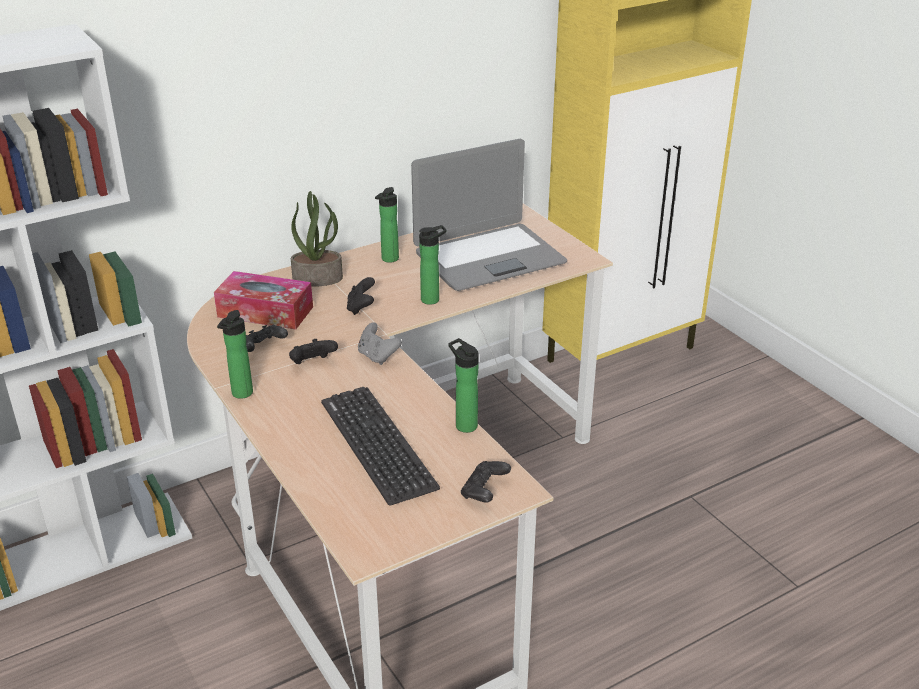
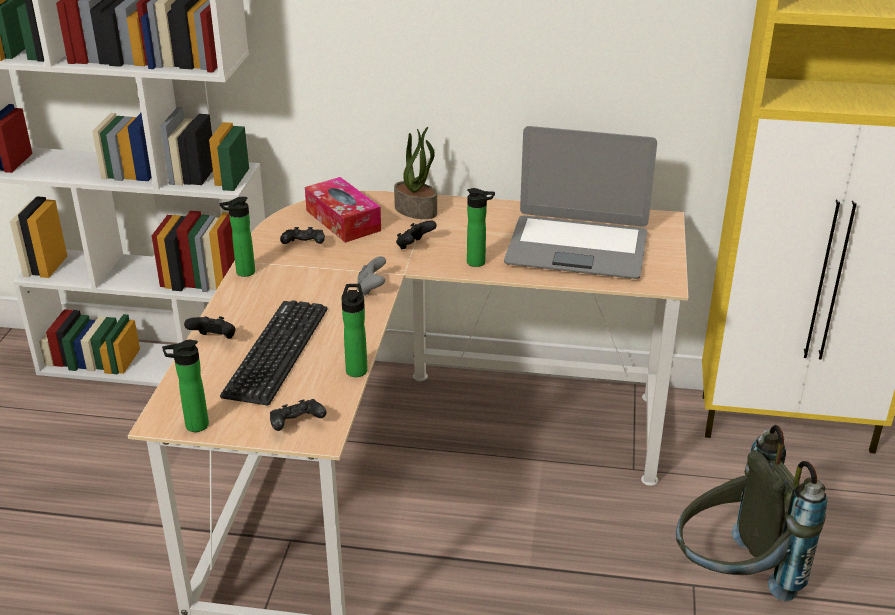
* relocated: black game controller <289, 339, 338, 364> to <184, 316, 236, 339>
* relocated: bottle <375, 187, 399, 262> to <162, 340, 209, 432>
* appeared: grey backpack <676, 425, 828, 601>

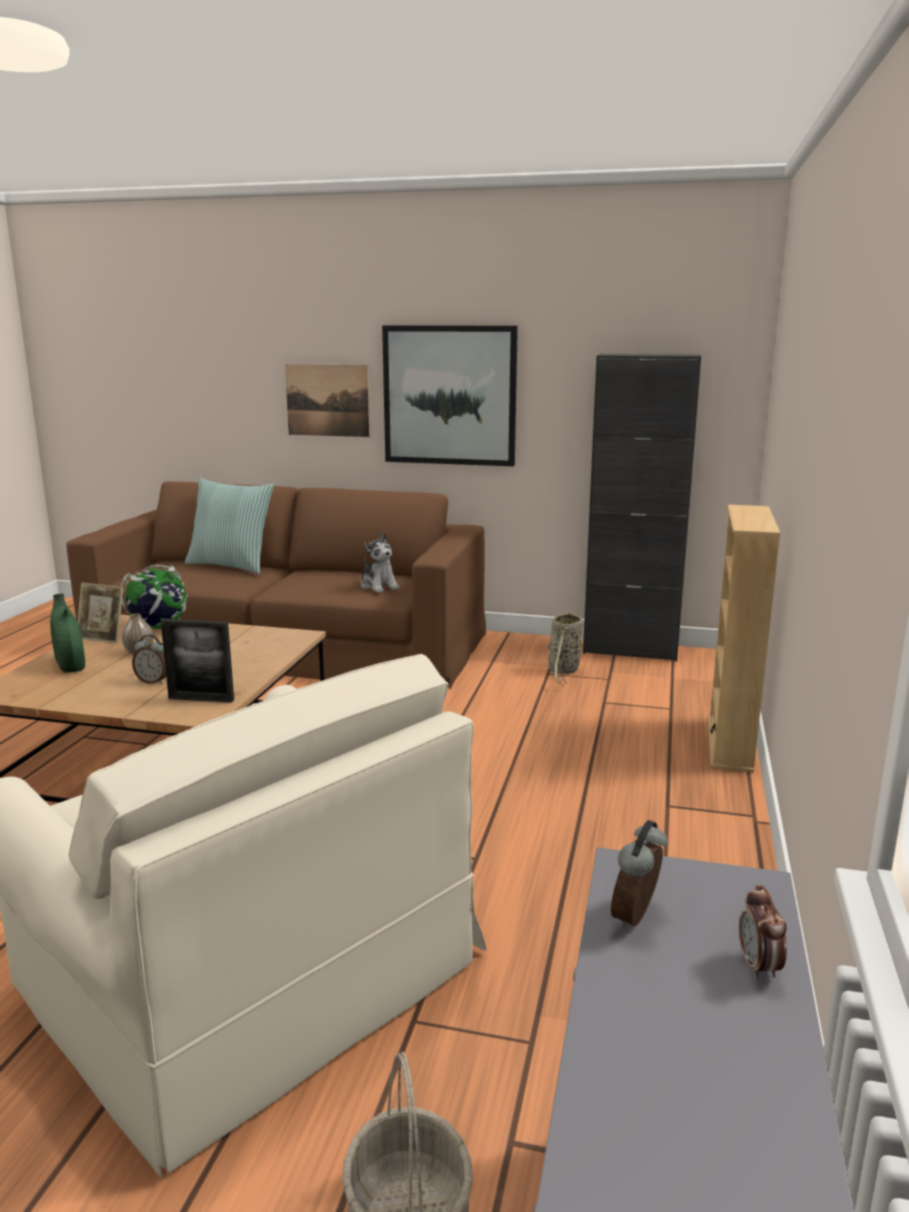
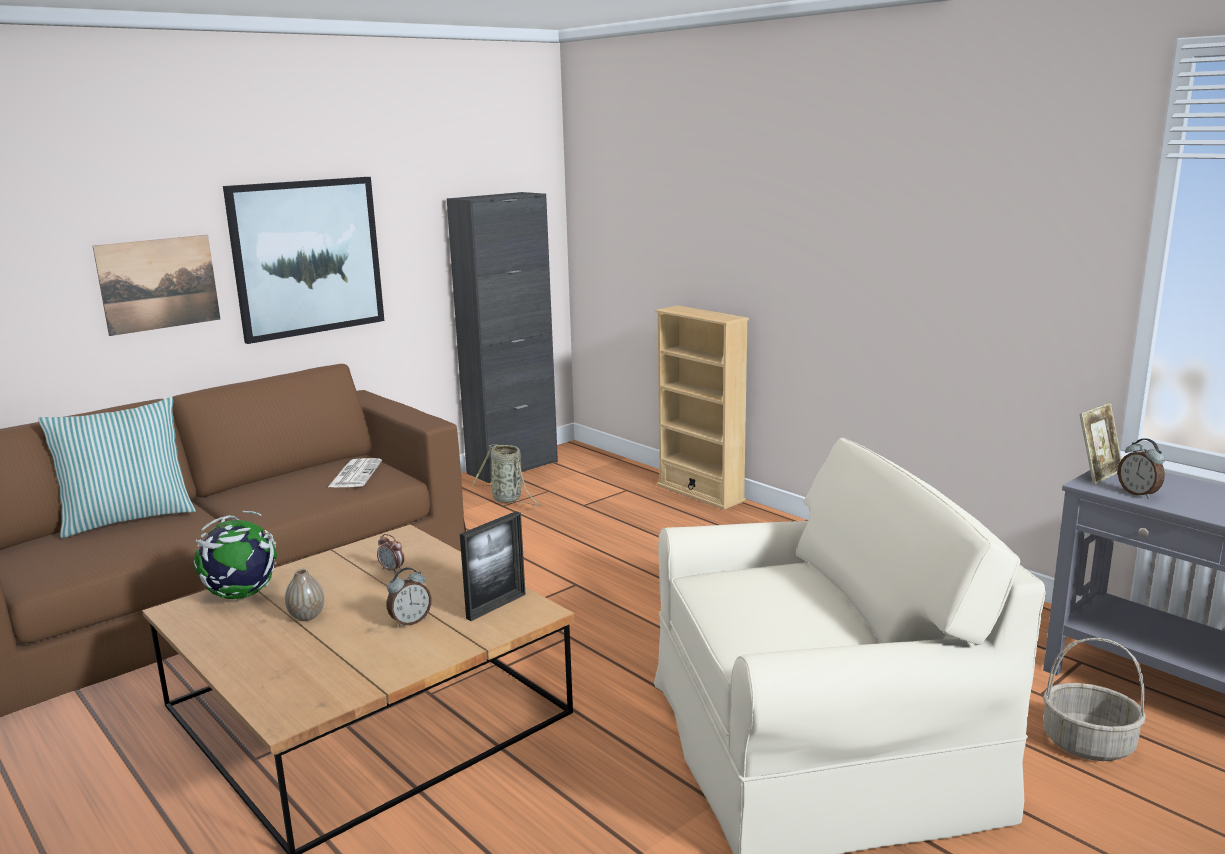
* missing: green vase <50, 594, 85, 673>
* relocated: picture frame <78, 583, 123, 643> to <1080, 402, 1122, 485>
* exchanged: plush toy <361, 532, 399, 593> to newspaper <327, 458, 382, 488>
* relocated: alarm clock <739, 885, 787, 981> to <377, 534, 404, 574>

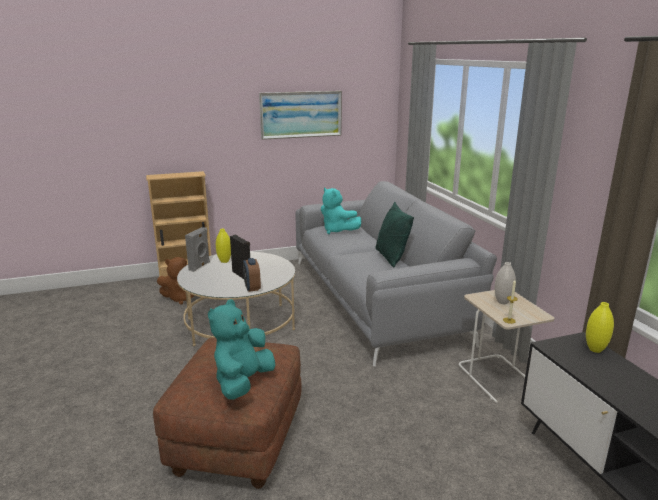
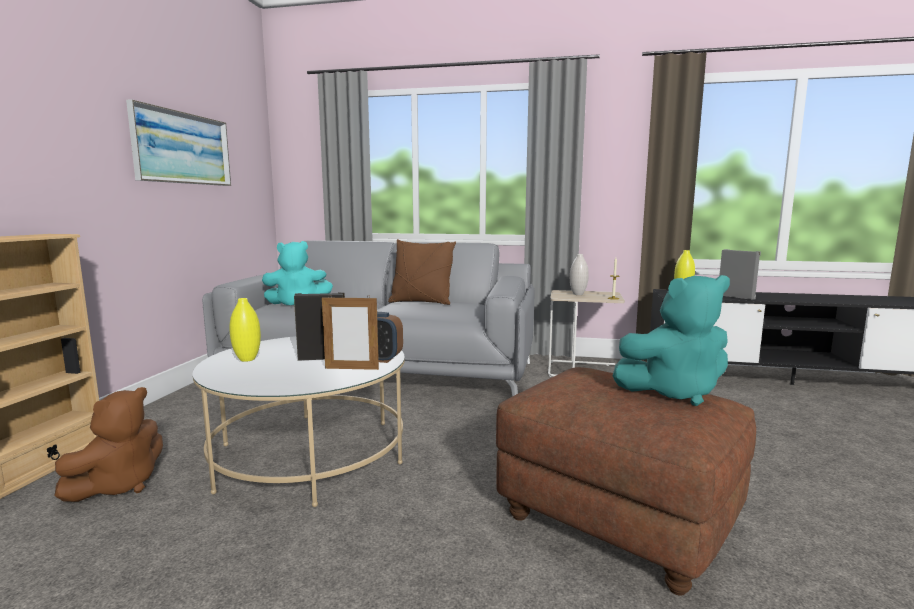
* relocated: grey speaker <185, 227, 210, 272> to <719, 249, 761, 300>
* spun: turquoise plush toy <208, 299, 275, 400> = <612, 275, 730, 406> 60 degrees counterclockwise
* colour: green pillow <375, 202, 414, 268> to brown pillow <388, 239, 456, 305>
* appeared: picture frame <322, 295, 379, 370>

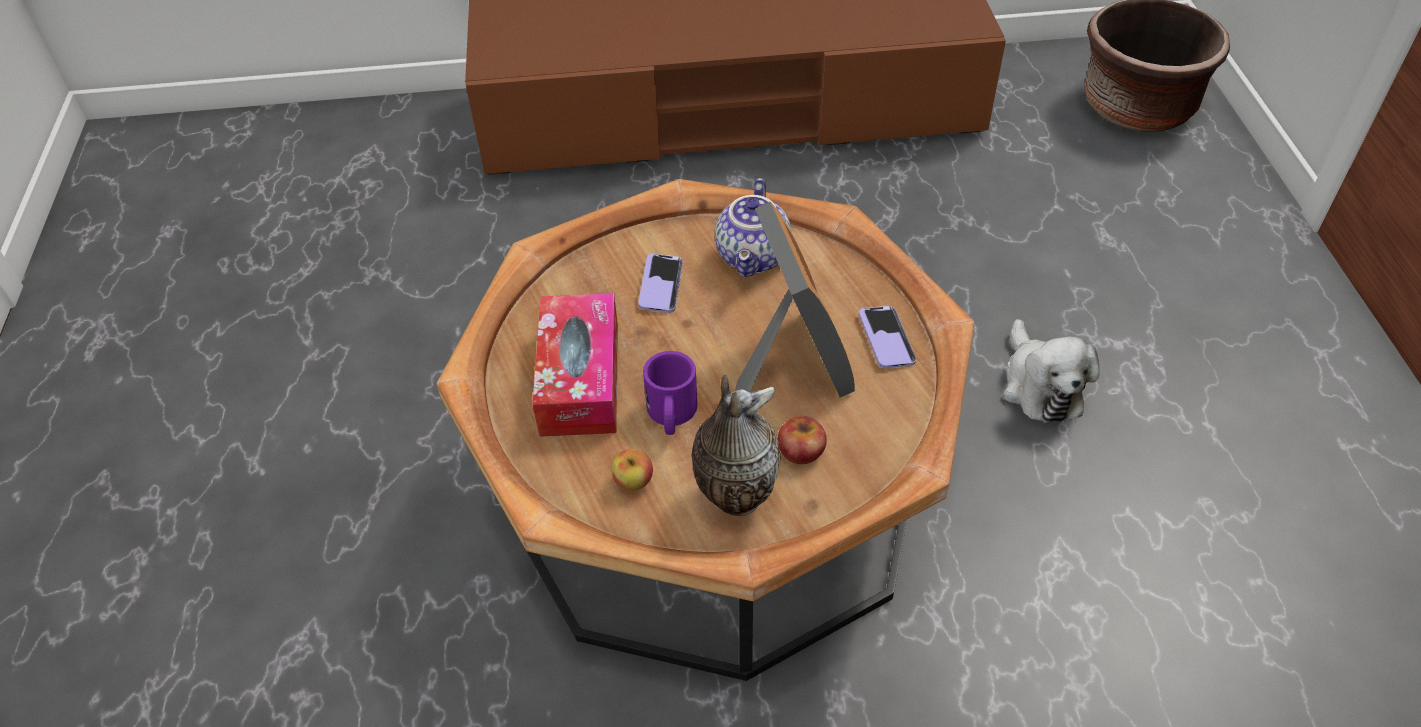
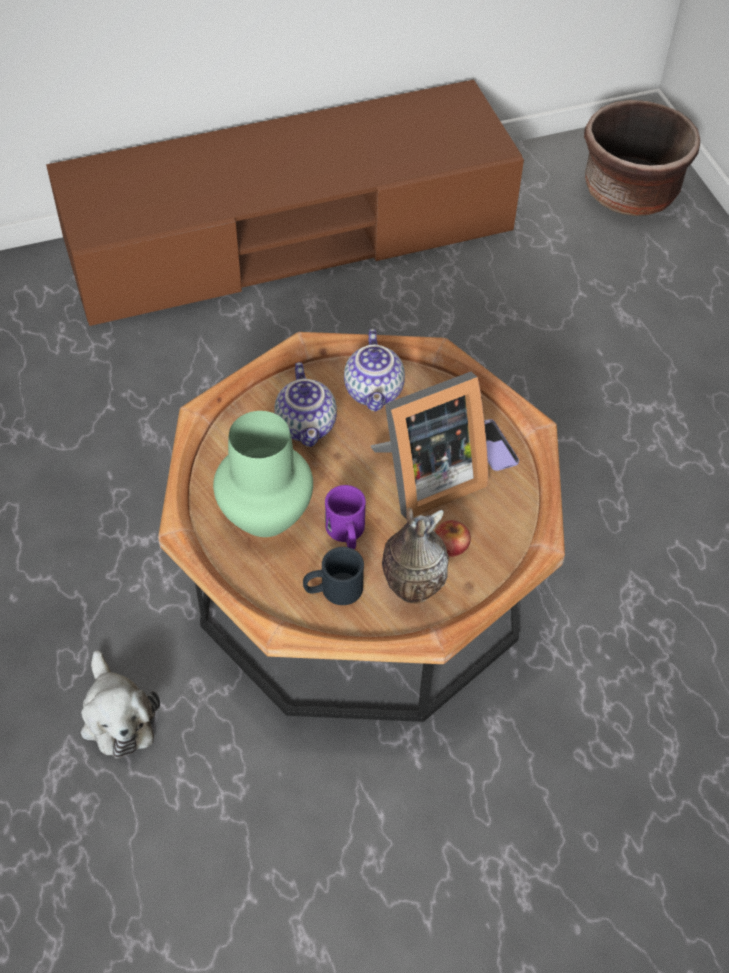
* exchanged: tissue box <532, 293, 618, 437> to green vase <213, 411, 313, 537>
* exchanged: apple <612, 449, 653, 491> to black mug <303, 547, 364, 605>
* exchanged: phone <638, 254, 683, 313> to teapot <274, 362, 337, 447>
* spun: picture frame <735, 202, 855, 397> = <370, 372, 488, 520> 90 degrees clockwise
* relocated: plush toy <1003, 319, 1100, 424> to <81, 650, 160, 759>

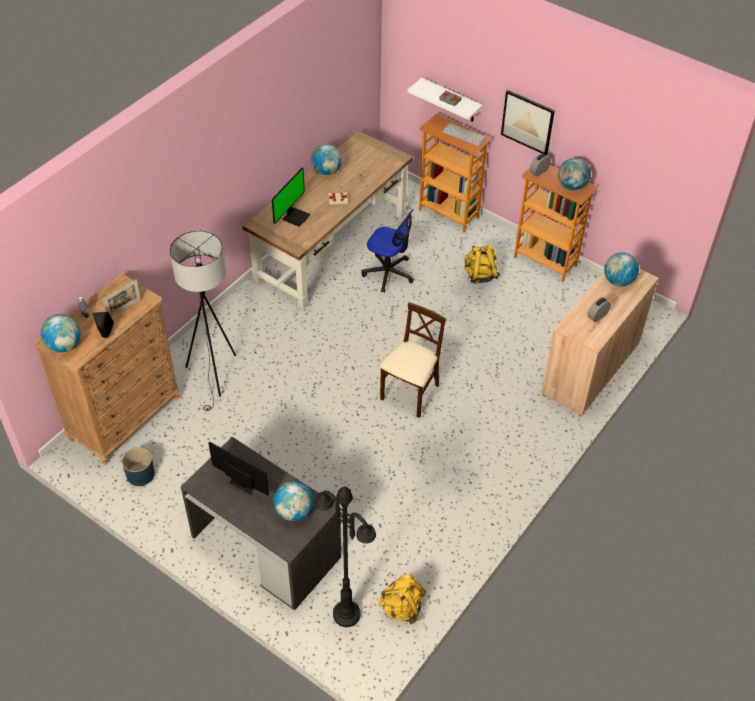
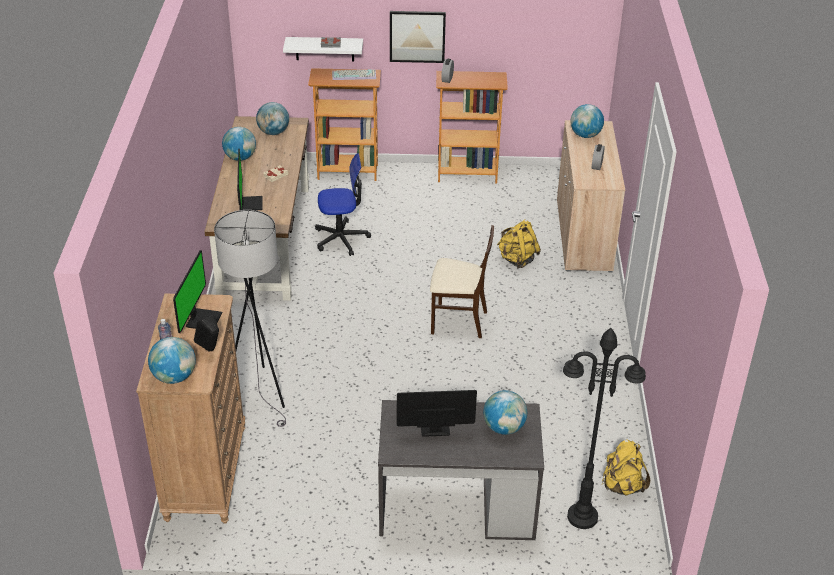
* exchanged: picture frame <103, 279, 141, 317> to monitor <173, 250, 222, 333>
* missing: blue planter <122, 447, 155, 486>
* spun: beige chair <379, 302, 446, 418> = <430, 225, 494, 338> 105 degrees clockwise
* relocated: yellow backpack <464, 244, 500, 284> to <497, 219, 541, 268>
* relocated: globe <558, 158, 591, 190> to <256, 102, 289, 135>

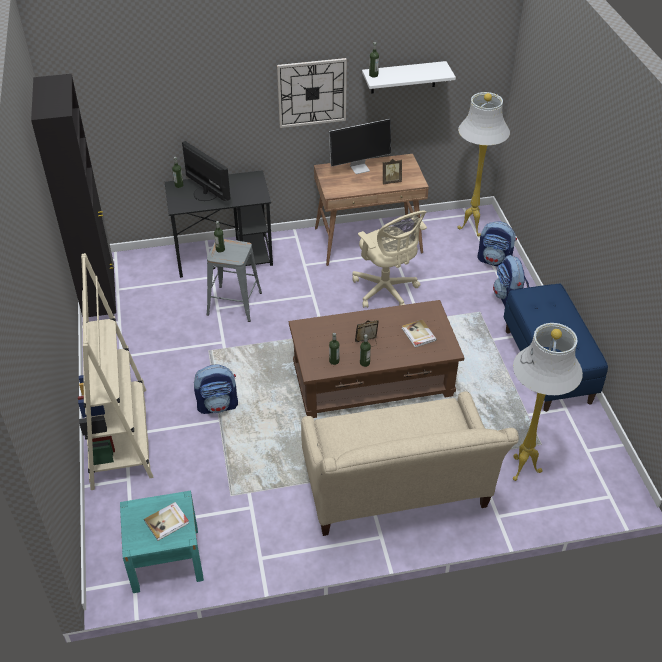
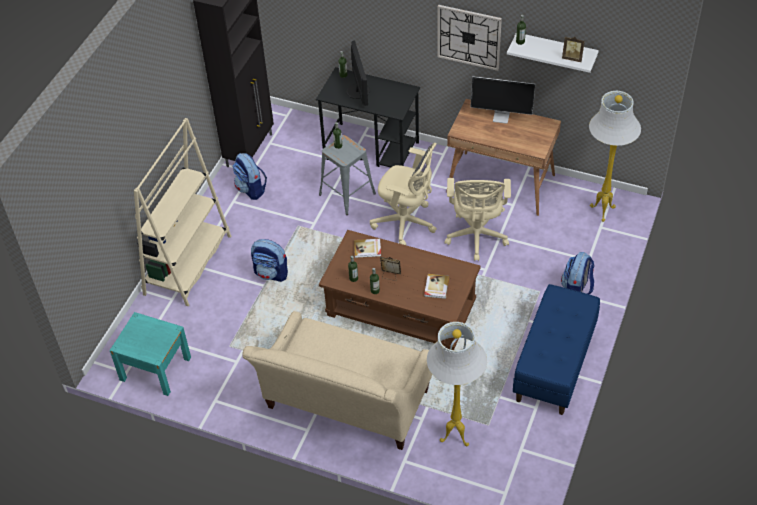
* relocated: book <144, 502, 189, 541> to <354, 239, 381, 258>
* relocated: picture frame <383, 159, 402, 184> to <562, 37, 585, 62>
* relocated: backpack <477, 221, 517, 267> to <232, 153, 267, 200>
* appeared: beige office chair <370, 143, 437, 245>

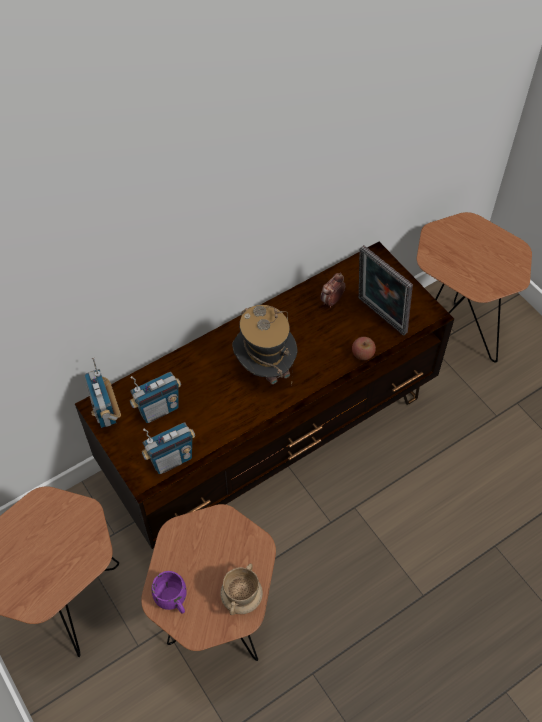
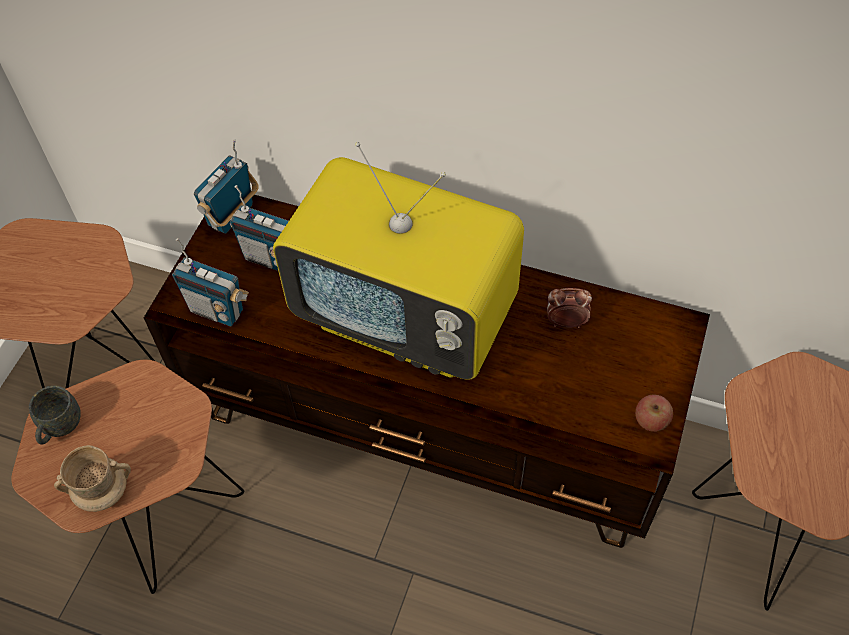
* colour: purple mug <151, 571, 187, 614> to grey mug <29, 386, 81, 445>
* exchanged: hat <232, 305, 298, 385> to television <273, 142, 524, 380>
* relocated: apple <352, 337, 376, 360> to <635, 395, 673, 432>
* missing: picture frame <359, 245, 413, 336>

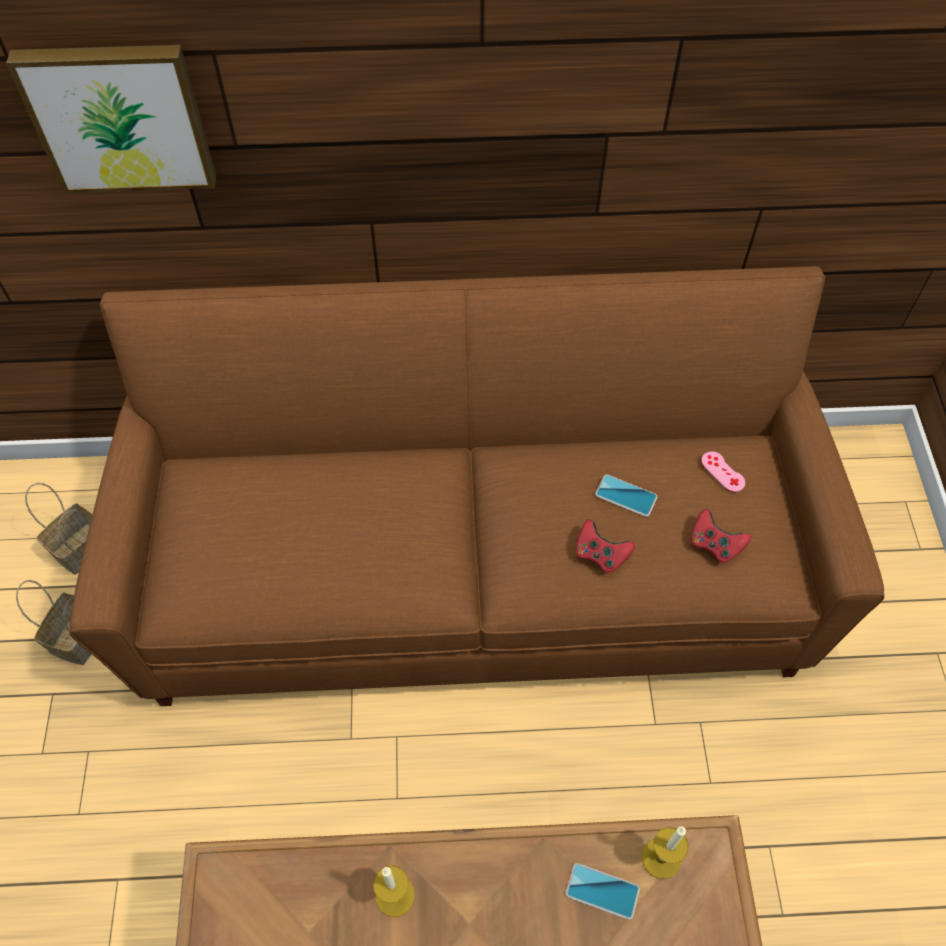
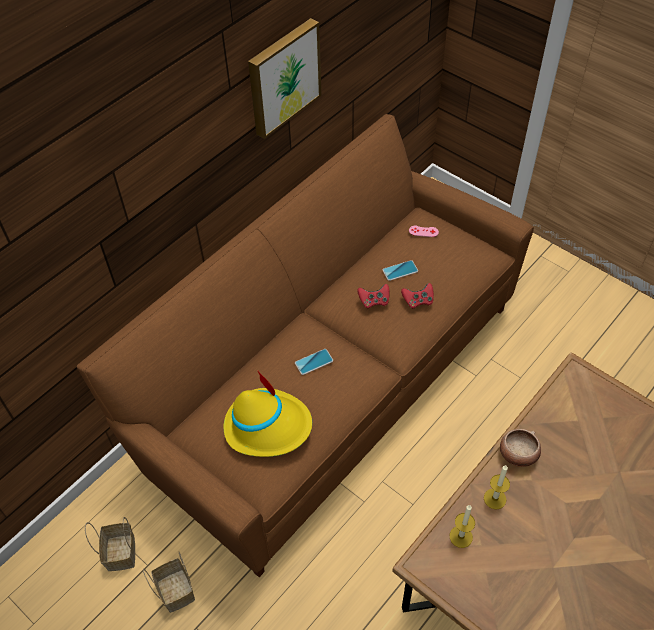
* relocated: picture <6, 45, 216, 193> to <248, 18, 321, 139>
* relocated: phone <566, 863, 640, 920> to <295, 349, 333, 375>
* relocated: candle <642, 826, 689, 879> to <450, 505, 475, 548>
* relocated: red game controller <691, 509, 751, 563> to <358, 284, 390, 309>
* appeared: yellow hat <224, 370, 312, 457>
* appeared: bowl <500, 429, 541, 467>

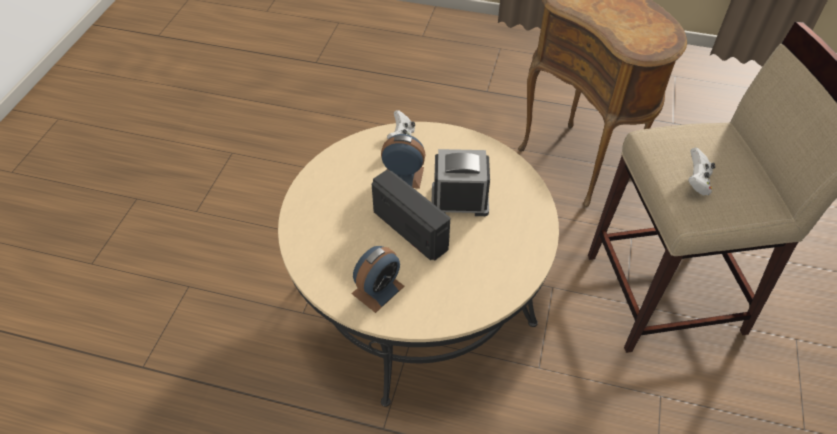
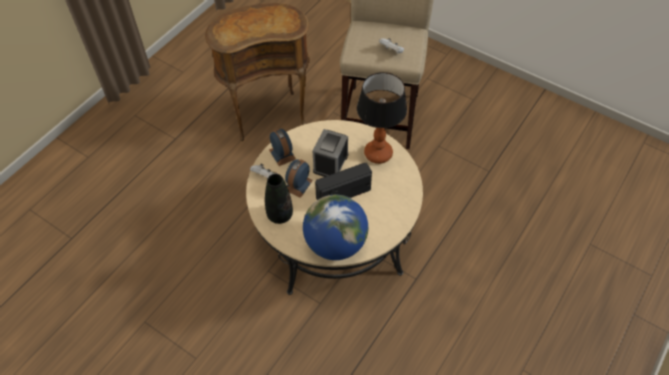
* relocated: alarm clock <351, 246, 404, 313> to <269, 129, 296, 166>
* appeared: black vase <265, 174, 293, 224>
* appeared: globe <303, 195, 368, 260>
* appeared: table lamp <357, 72, 407, 164>

